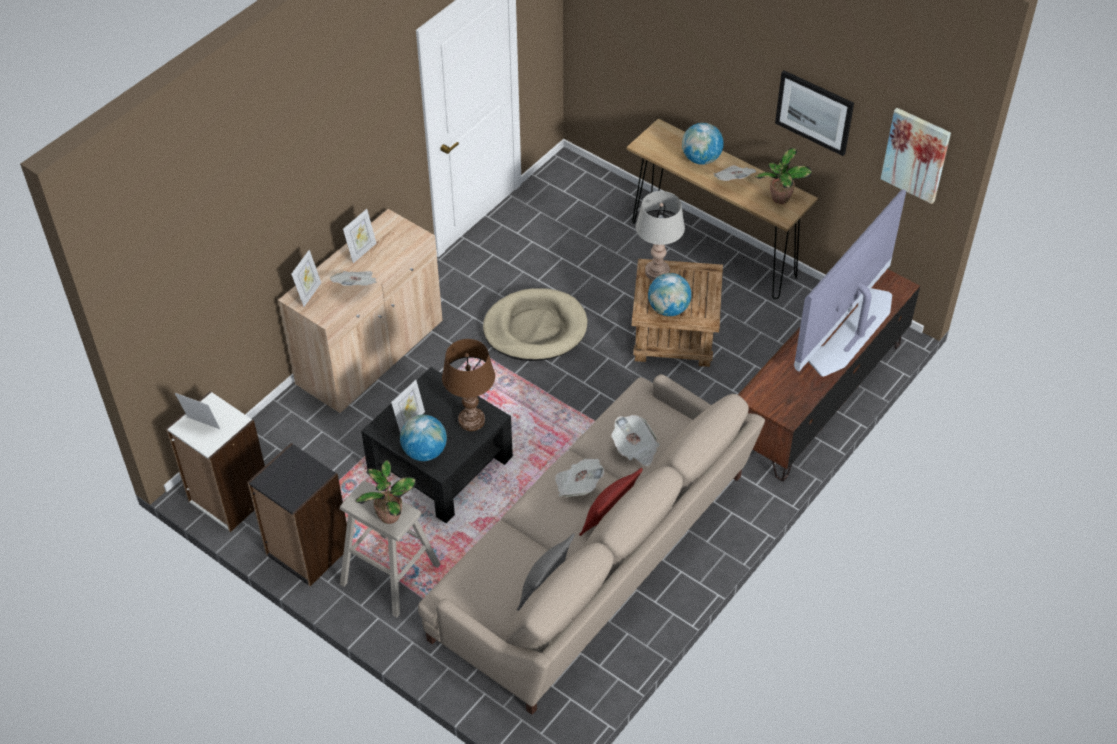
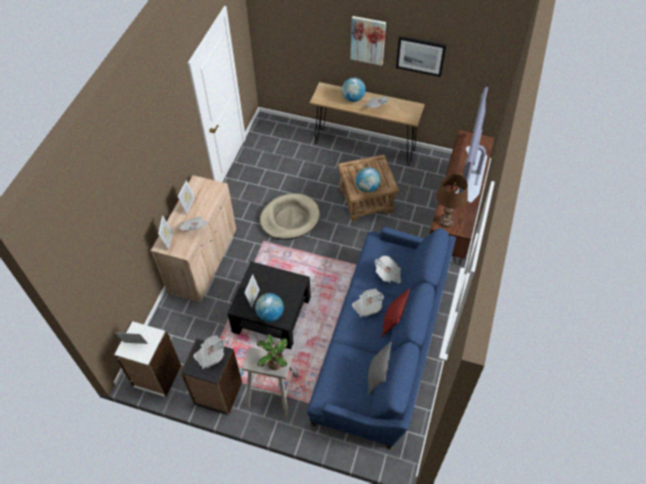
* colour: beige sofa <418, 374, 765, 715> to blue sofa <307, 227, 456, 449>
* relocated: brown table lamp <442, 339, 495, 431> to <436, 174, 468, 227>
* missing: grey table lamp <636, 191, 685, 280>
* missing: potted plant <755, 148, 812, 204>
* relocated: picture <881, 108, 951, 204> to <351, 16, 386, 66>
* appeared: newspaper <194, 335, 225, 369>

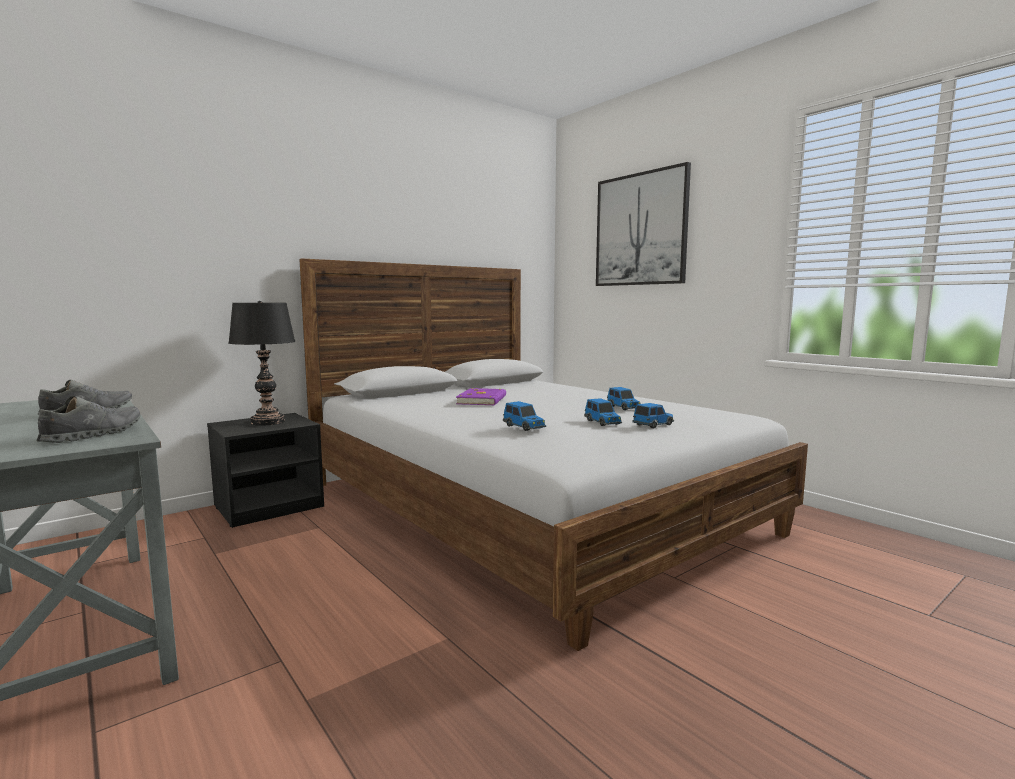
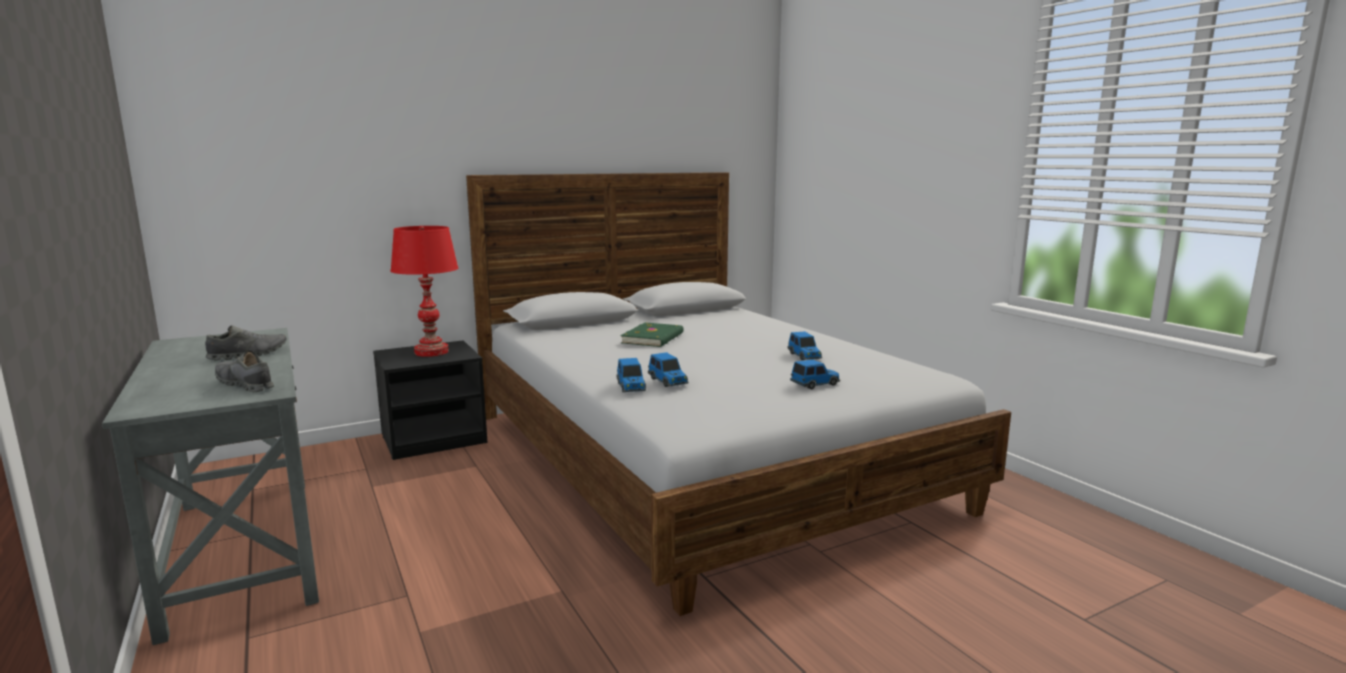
* spun: grey shoe <36, 396, 140, 443> = <215, 351, 275, 392> 90 degrees counterclockwise
* colour: black table lamp <228, 301, 295, 426> to red table lamp <390, 226, 458, 357>
* colour: purple book <456, 388, 506, 405> to green book <620, 322, 684, 347>
* relocated: toy car <584, 398, 622, 426> to <616, 358, 646, 392>
* missing: picture <596, 162, 691, 286>

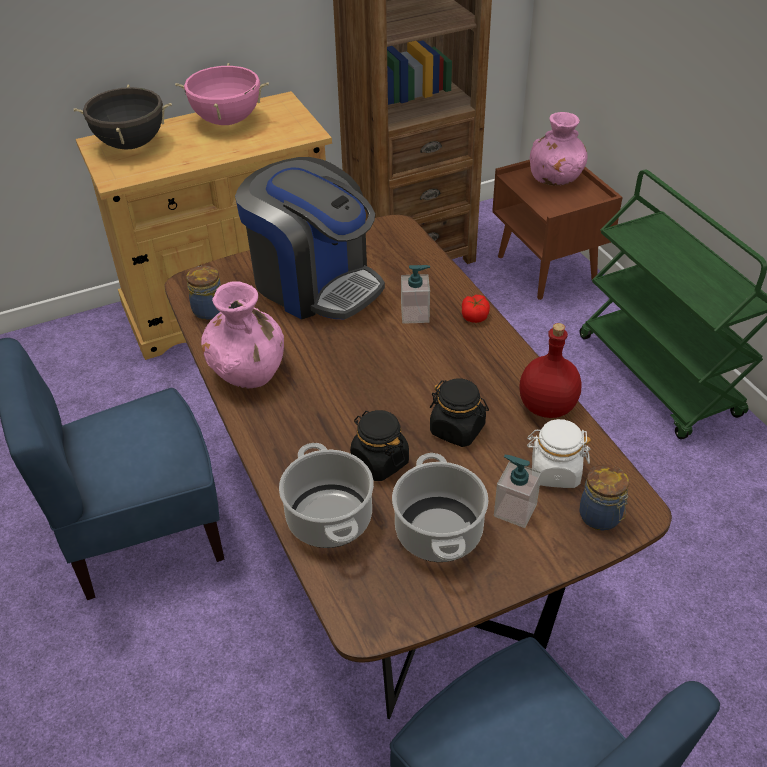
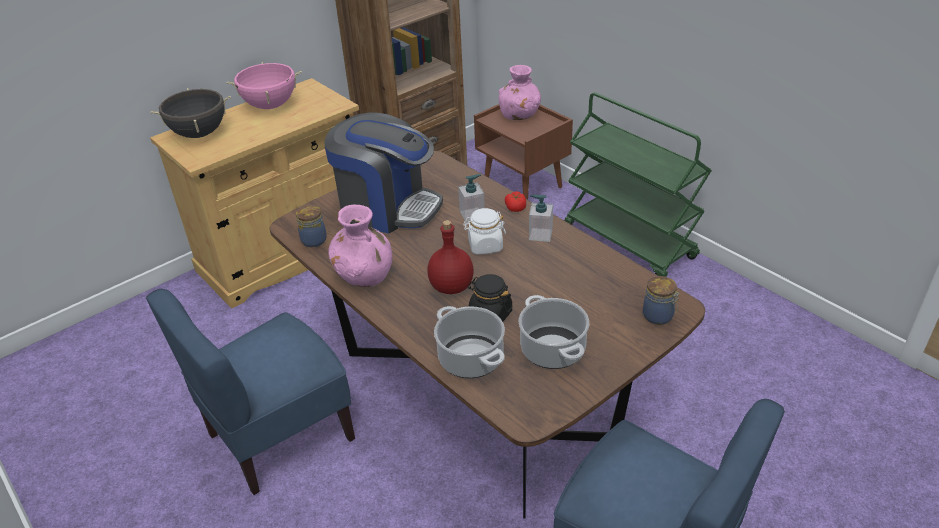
* missing: black jar <430, 378, 489, 447>
* relocated: soap dispenser <494, 455, 542, 528> to <529, 194, 553, 242>
* relocated: red bottle <519, 323, 582, 418> to <427, 220, 474, 294>
* relocated: white jar <527, 419, 591, 488> to <463, 208, 506, 254>

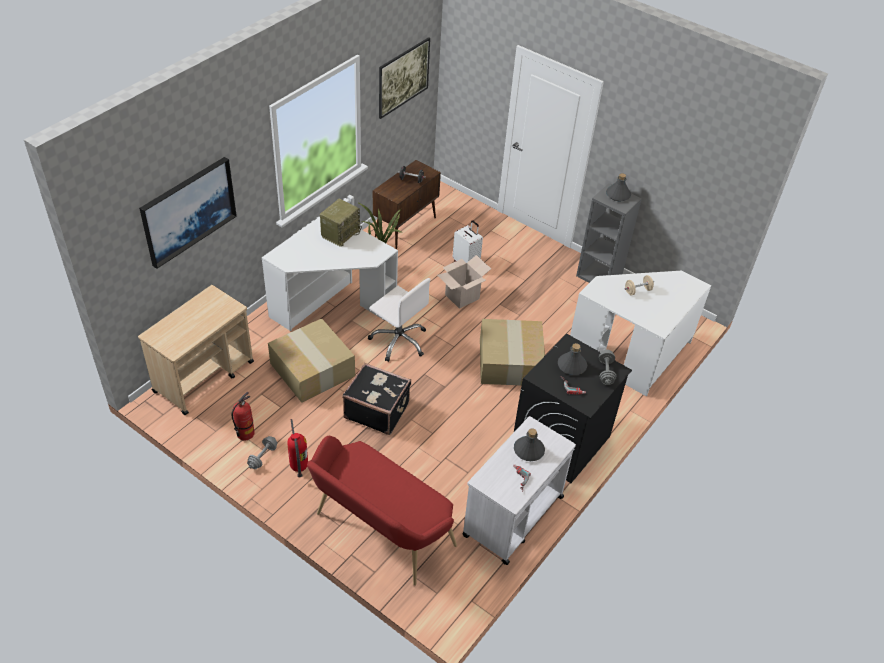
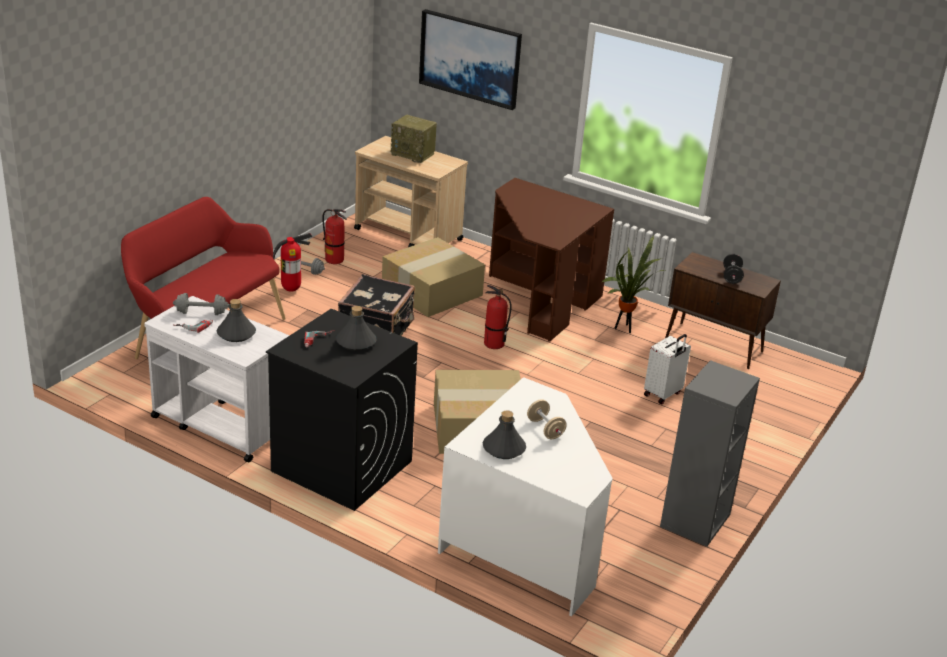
* colour: white desk <262, 217, 398, 331> to brown desk <489, 178, 614, 342>
* relocated: radio <320, 199, 362, 247> to <391, 115, 437, 163>
* exchanged: white office chair <368, 278, 431, 362> to fire extinguisher <484, 285, 512, 349>
* missing: picture <379, 37, 430, 119>
* missing: cardboard box <437, 255, 491, 309>
* relocated: grey dumbbell <599, 350, 616, 385> to <173, 293, 229, 315>
* relocated: grey bottle <606, 173, 631, 201> to <483, 411, 526, 459>

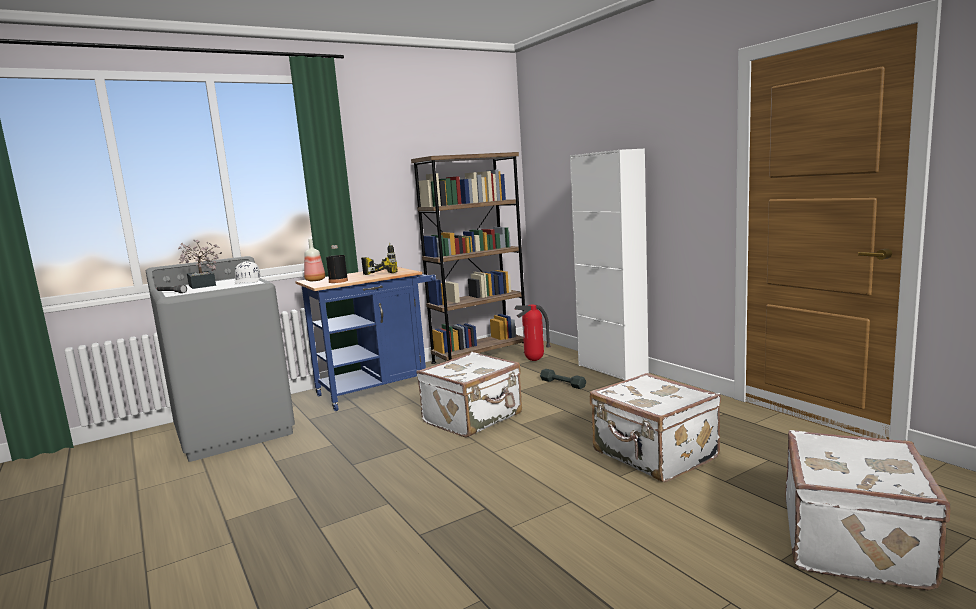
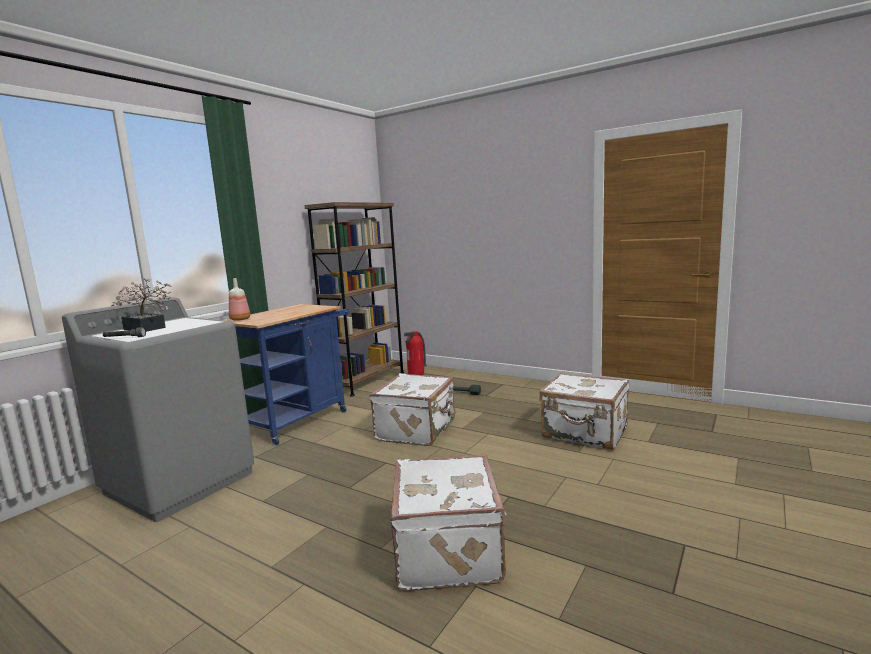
* missing: white cap <235, 261, 261, 284>
* missing: black bottle <326, 245, 348, 283>
* missing: power drill <361, 243, 398, 275>
* missing: white cabinet <570, 149, 649, 381>
* relocated: white suitcase <786, 430, 951, 590> to <391, 454, 507, 591>

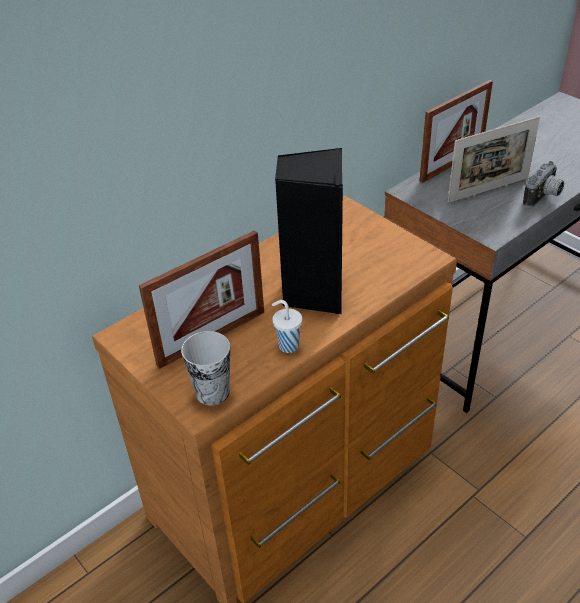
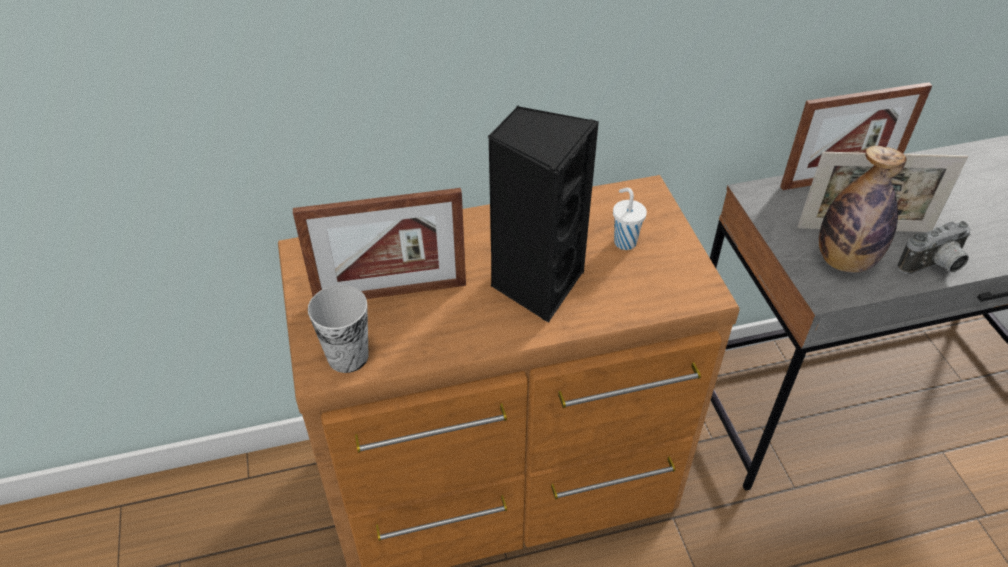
* relocated: white cup <272, 300, 302, 353> to <613, 188, 647, 250>
* appeared: bottle <819, 146, 907, 273>

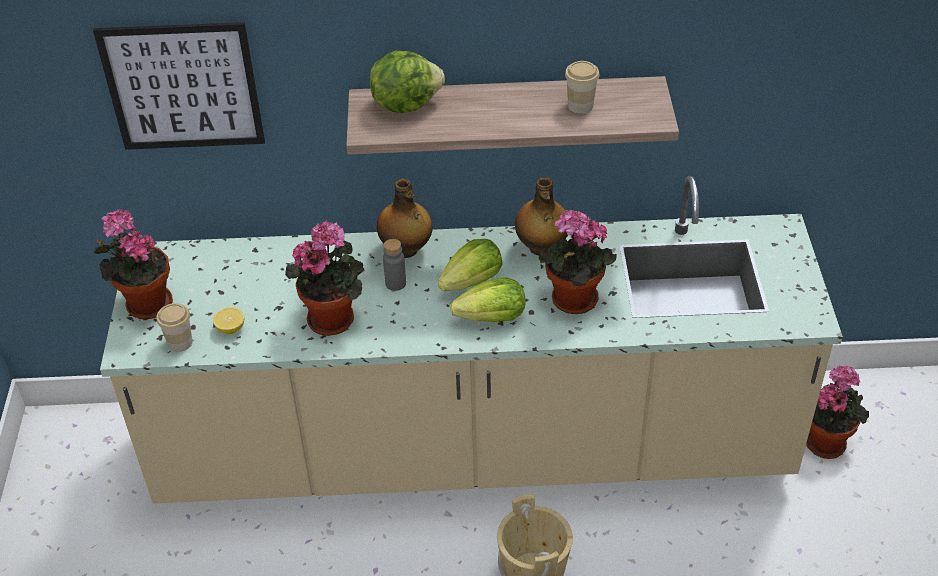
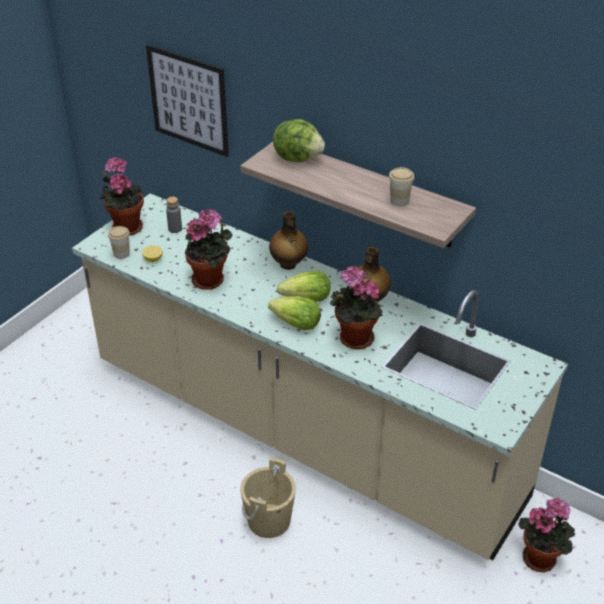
* relocated: grey bottle <383, 239, 406, 291> to <166, 197, 182, 233>

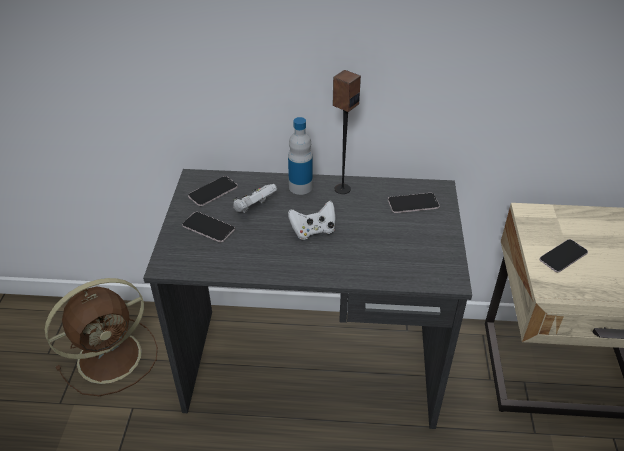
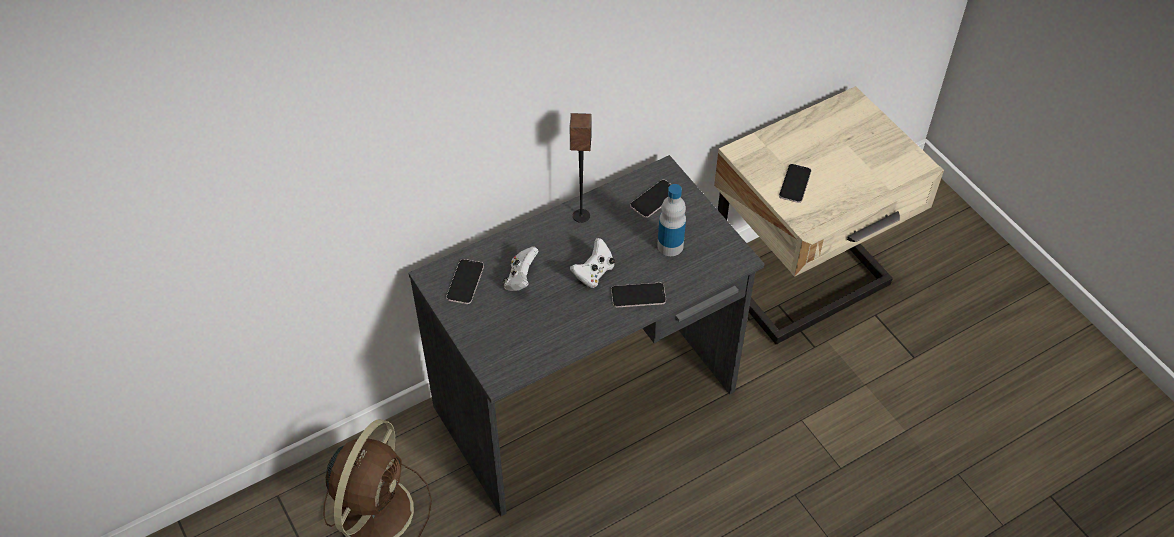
* relocated: phone <182, 212, 235, 242> to <611, 283, 666, 307>
* relocated: bottle <288, 117, 313, 195> to <657, 184, 686, 256>

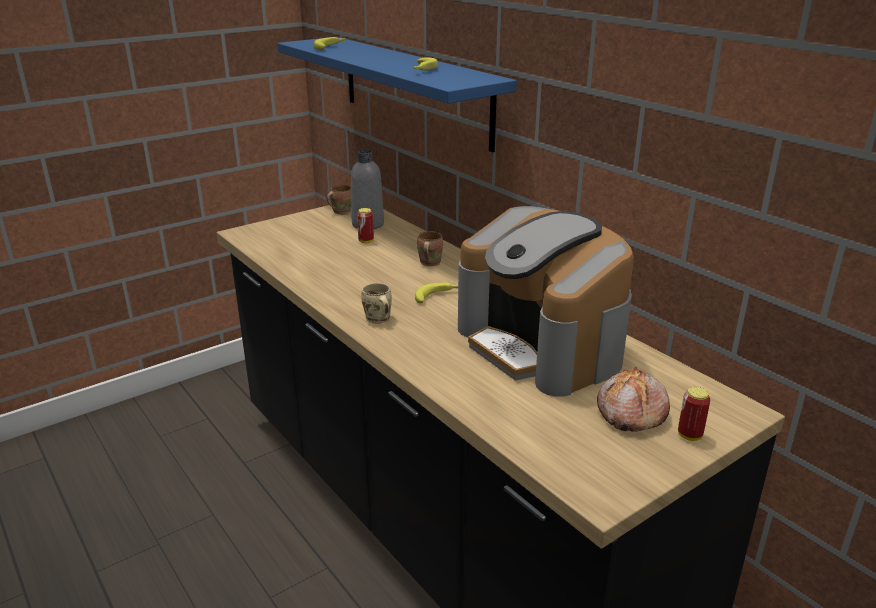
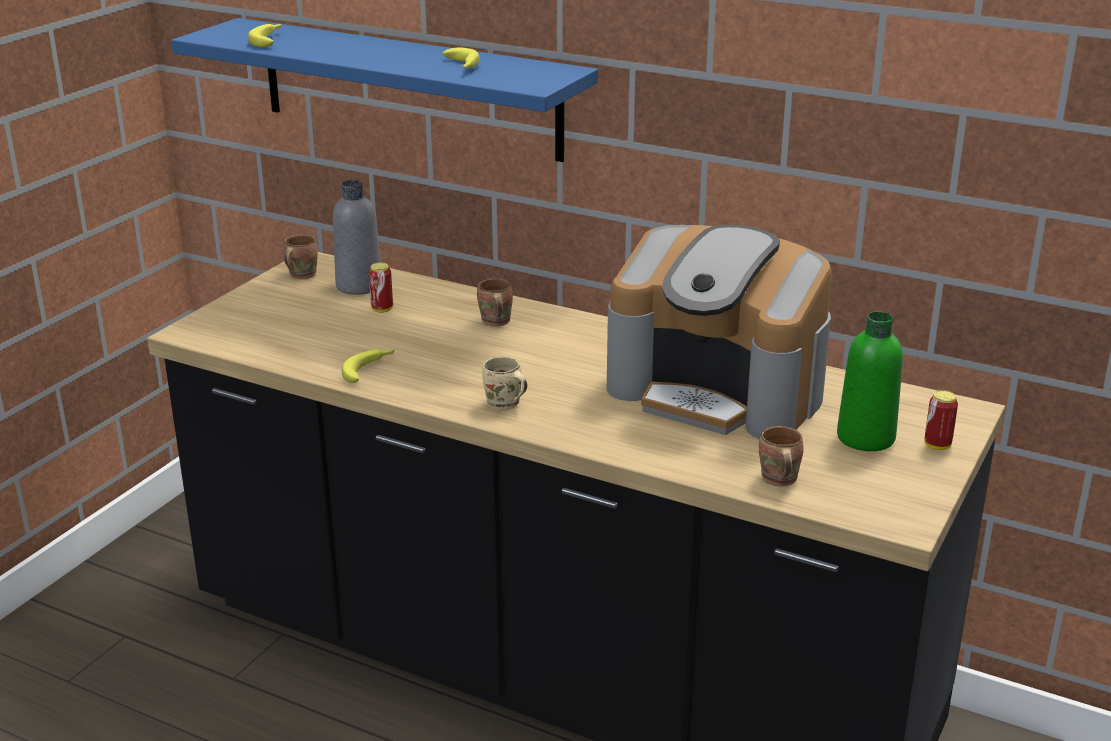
* relocated: banana <415, 282, 458, 303> to <342, 349, 395, 383>
* exchanged: bread <597, 367, 670, 432> to green bottle <837, 311, 903, 451>
* appeared: brown mug <759, 426, 804, 486>

